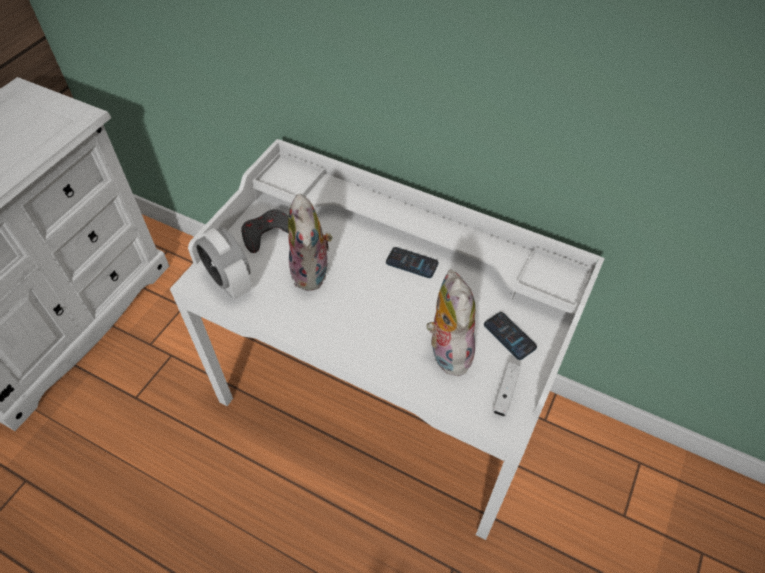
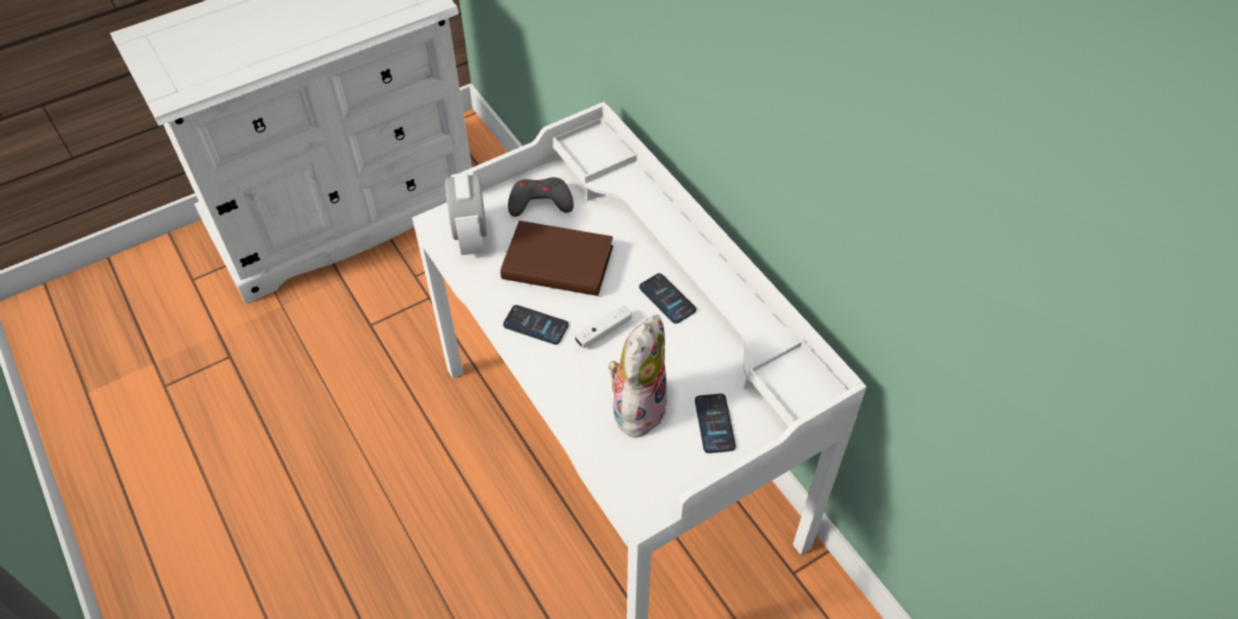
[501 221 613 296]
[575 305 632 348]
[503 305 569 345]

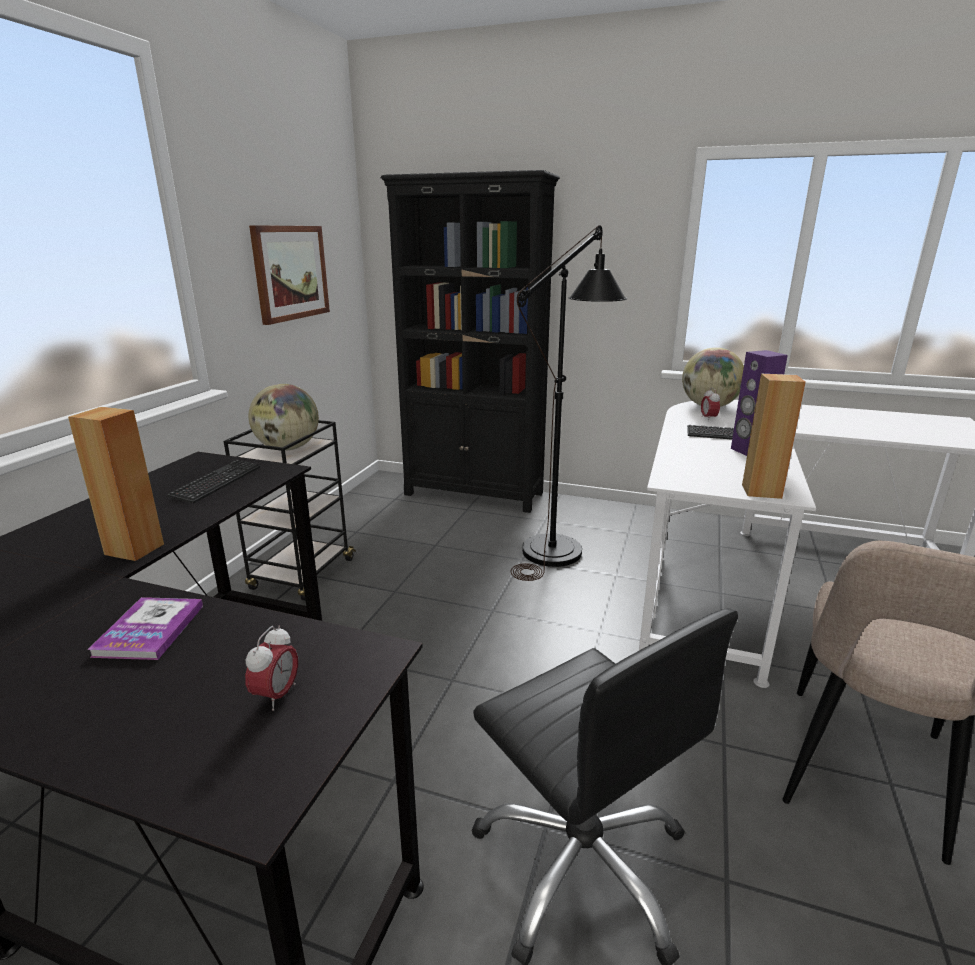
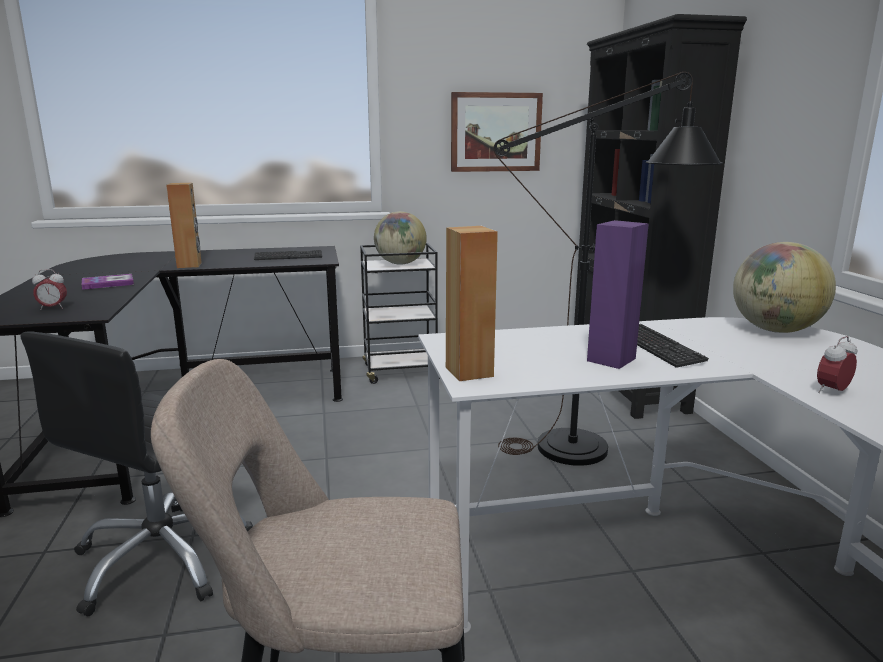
[817 336 858 393]

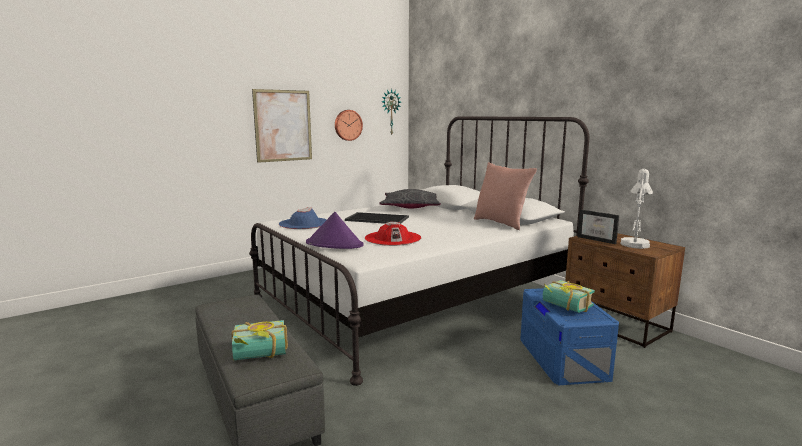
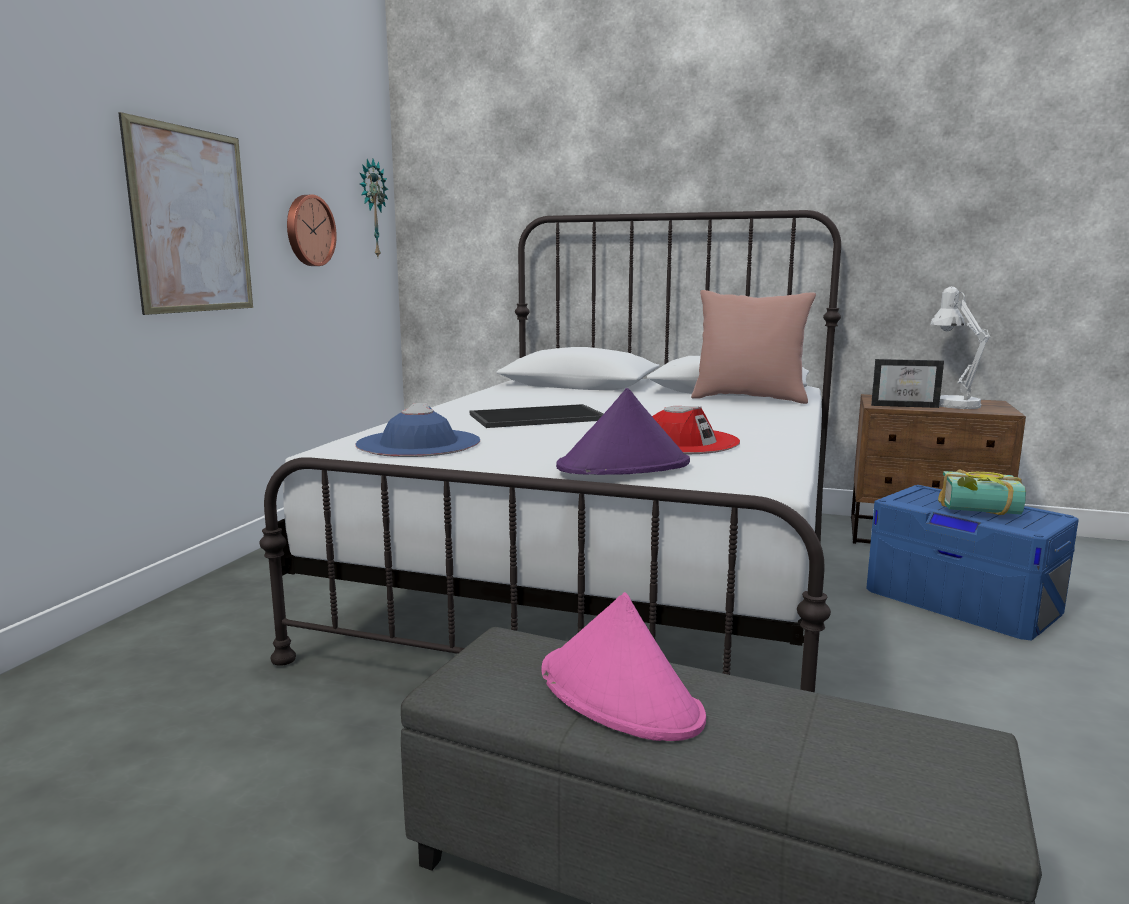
[231 320 288 360] (first image)
[380 189 441 208] (first image)
[542 592 706 741]

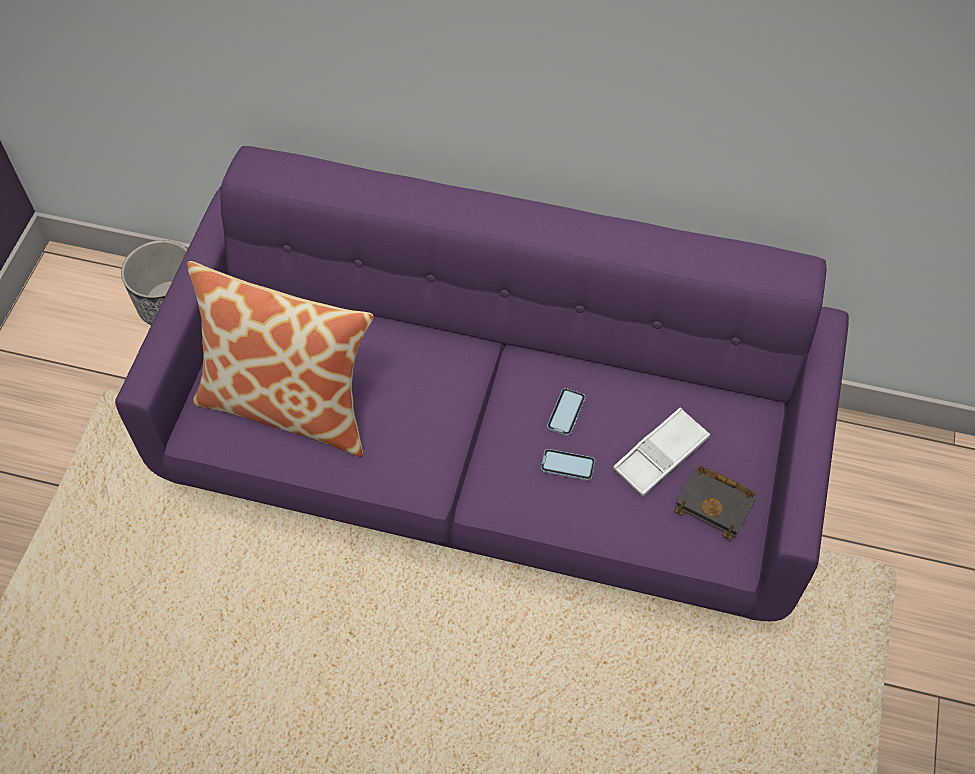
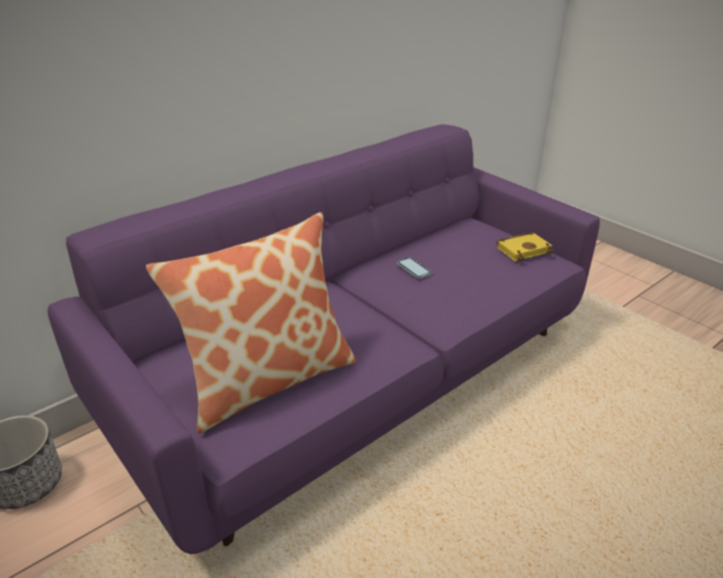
[541 449 595 481] (first image)
[613 407 710 497] (first image)
[496 232 553 262]

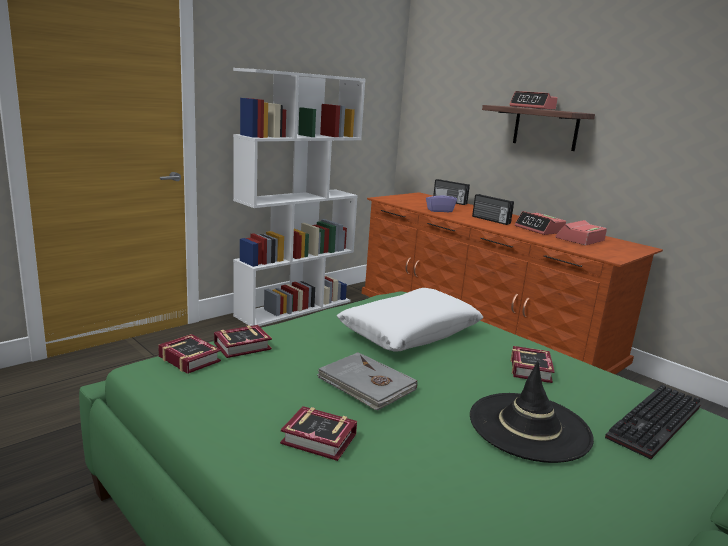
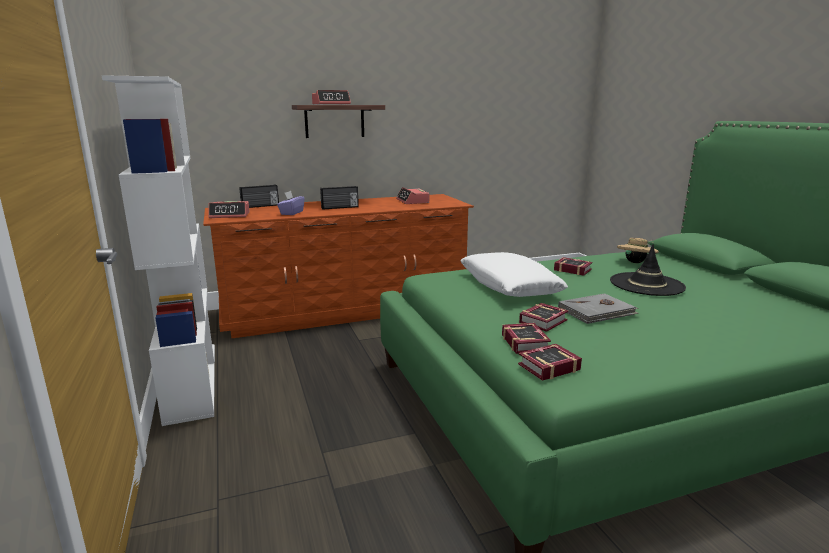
[519 303 568 332]
[208 201 250 218]
[617 238 659 263]

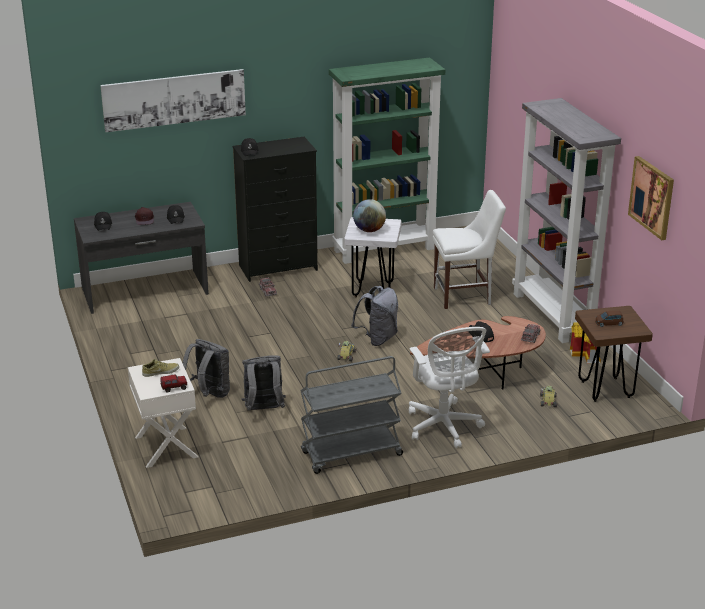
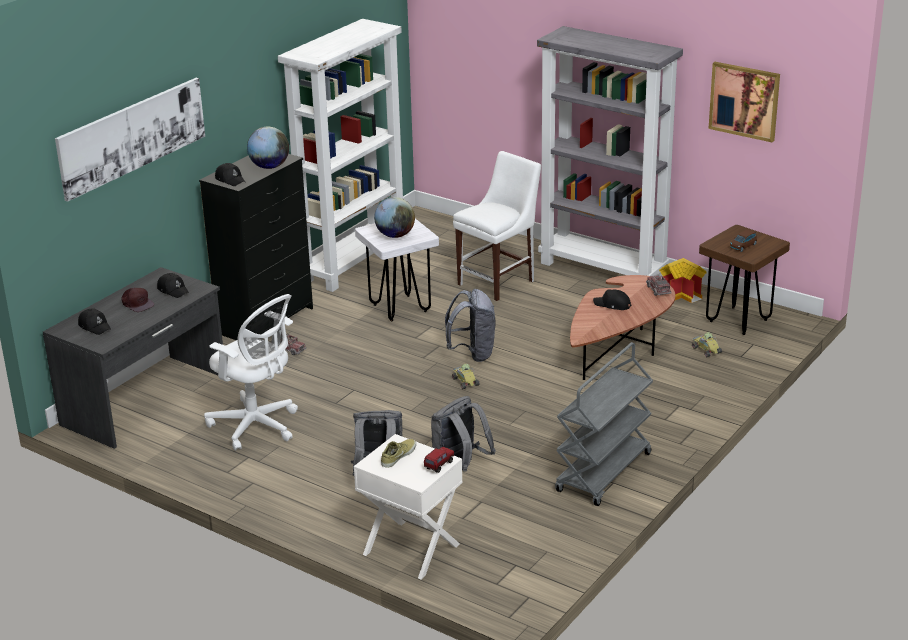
[278 19 403 292]
[204 294 298 451]
[247 127 289 169]

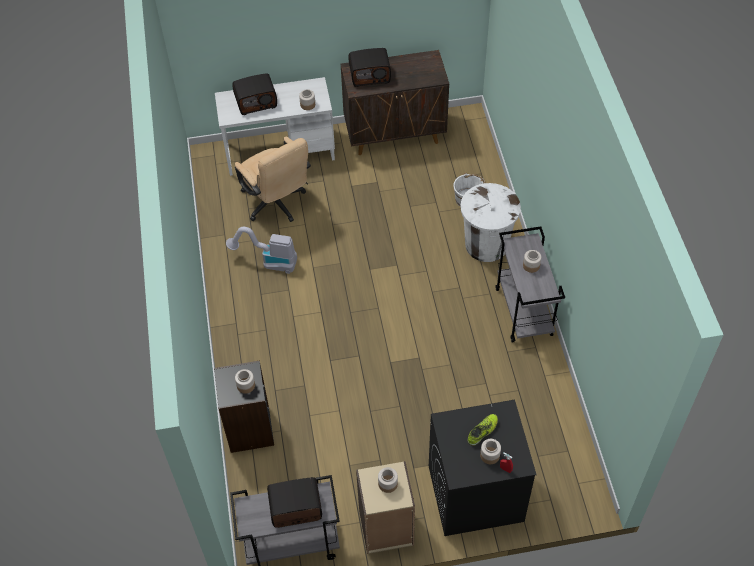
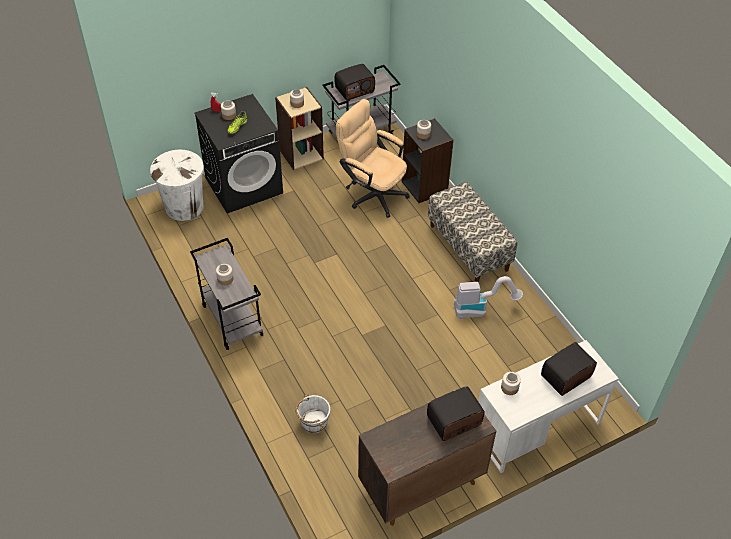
[336 99 410 218]
[150 150 204 221]
[428 182 517 282]

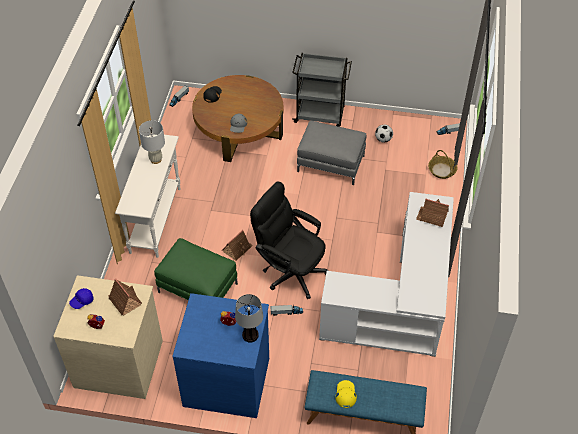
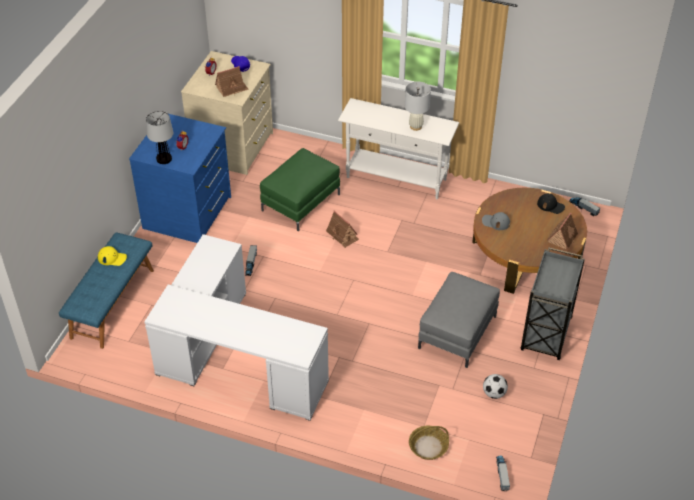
[250 182 329 299] (first image)
[547 213 578 249]

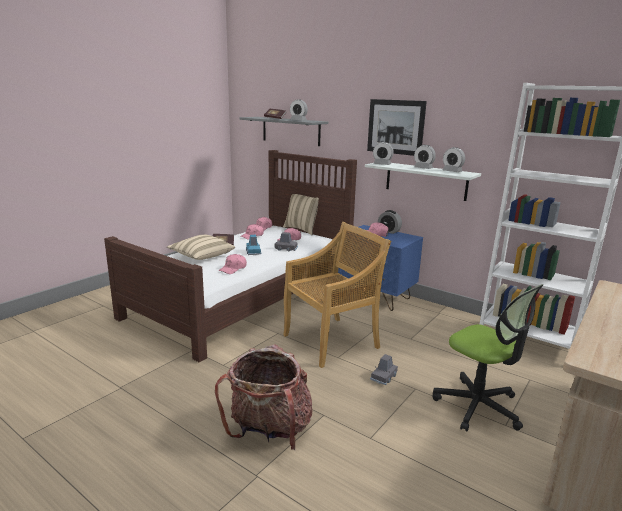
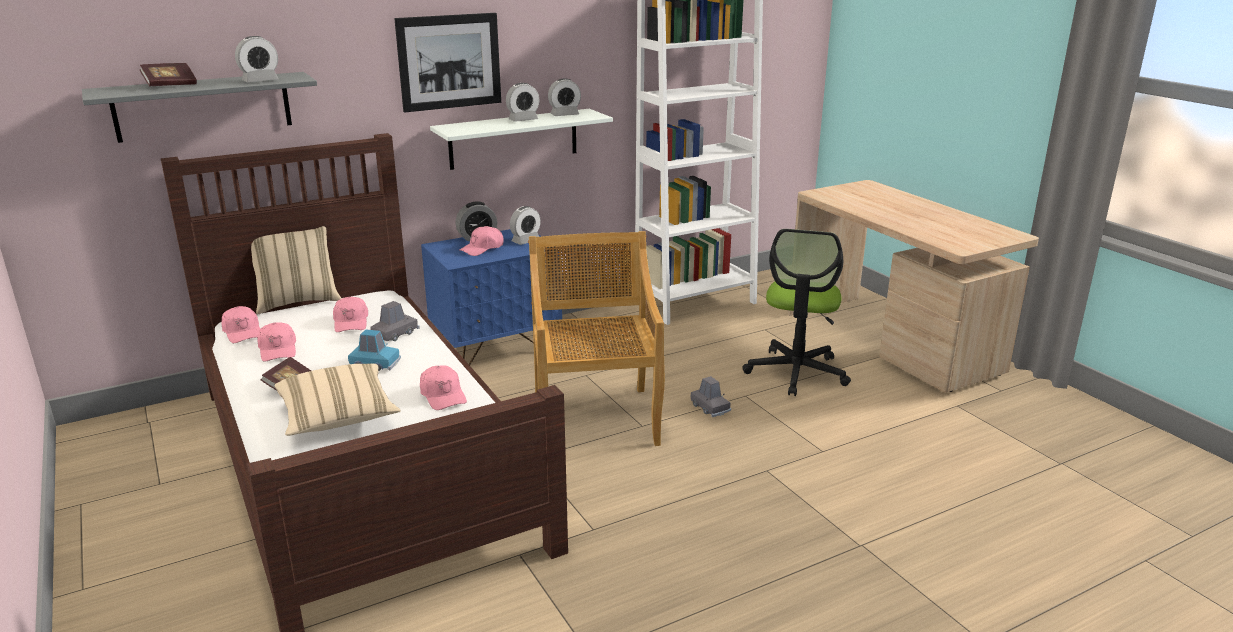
[215 345 312 450] (first image)
[510 206 541 245]
[742 229 851 396]

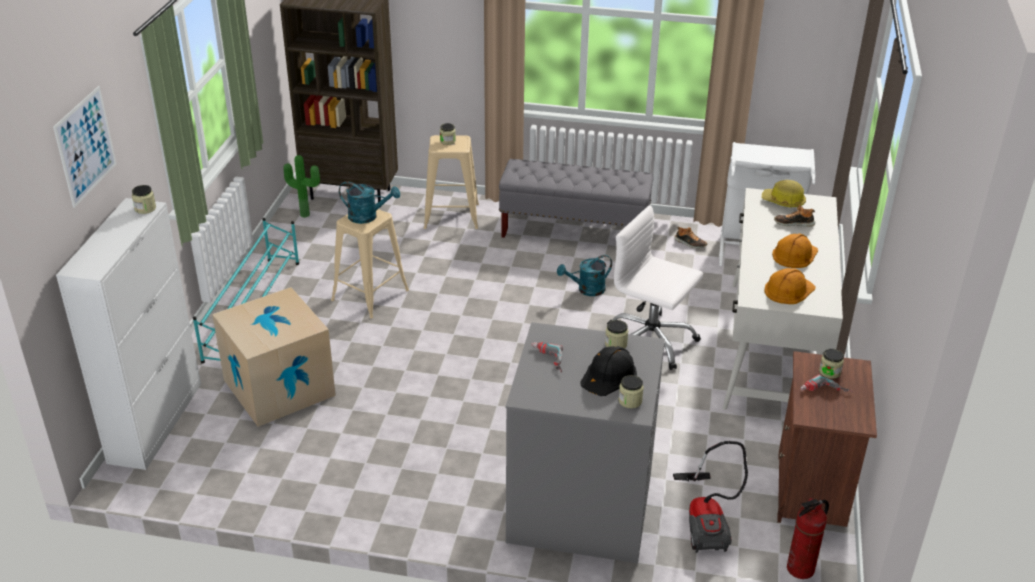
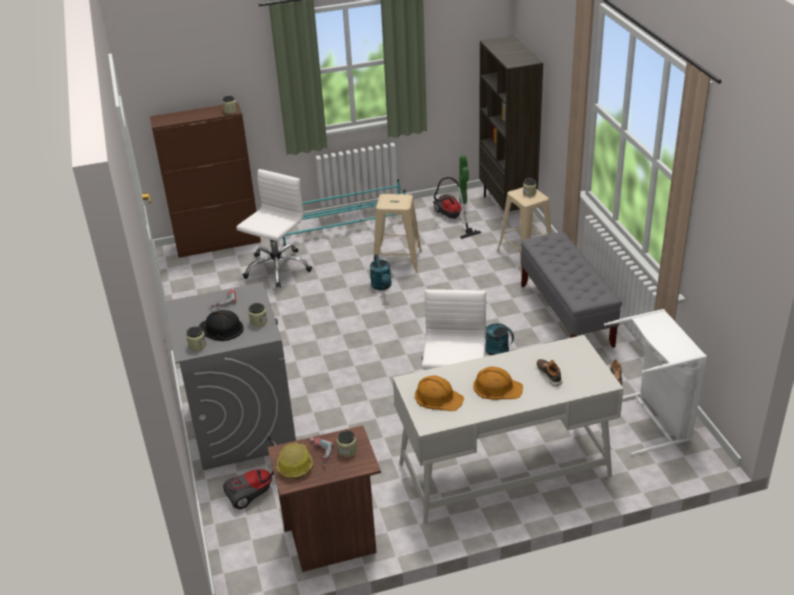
[53 86 116 208] (first image)
[150 102 261 258]
[236 169 312 288]
[370 254 392 290]
[277 443 313 479]
[787 498 829 579] (first image)
[433 177 482 239]

